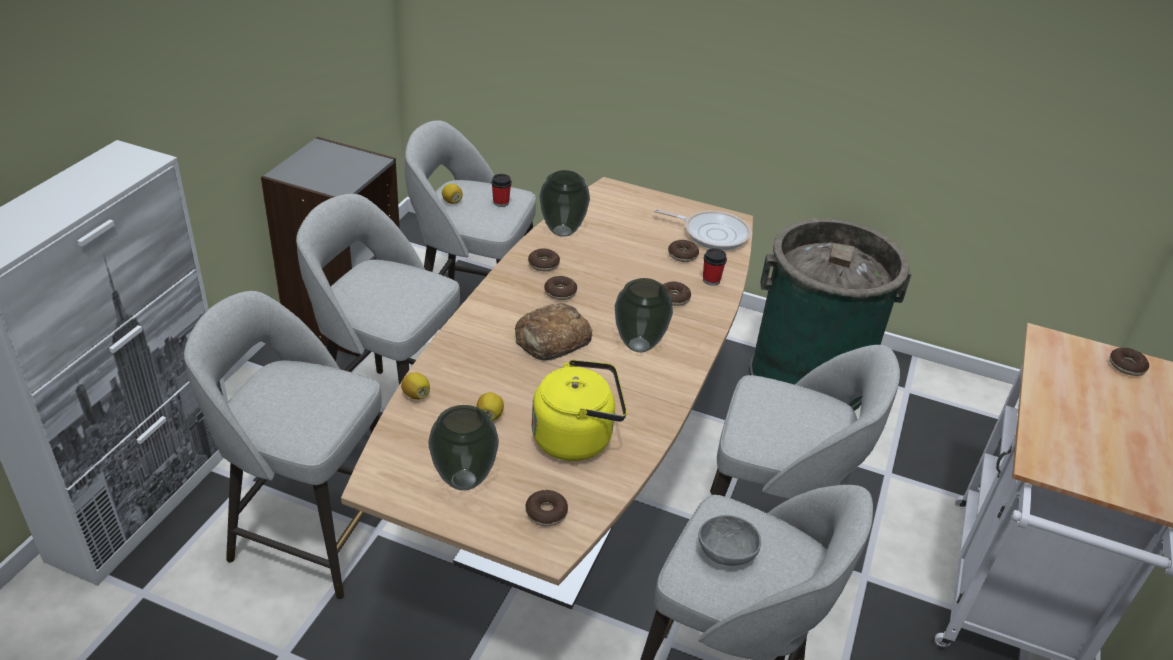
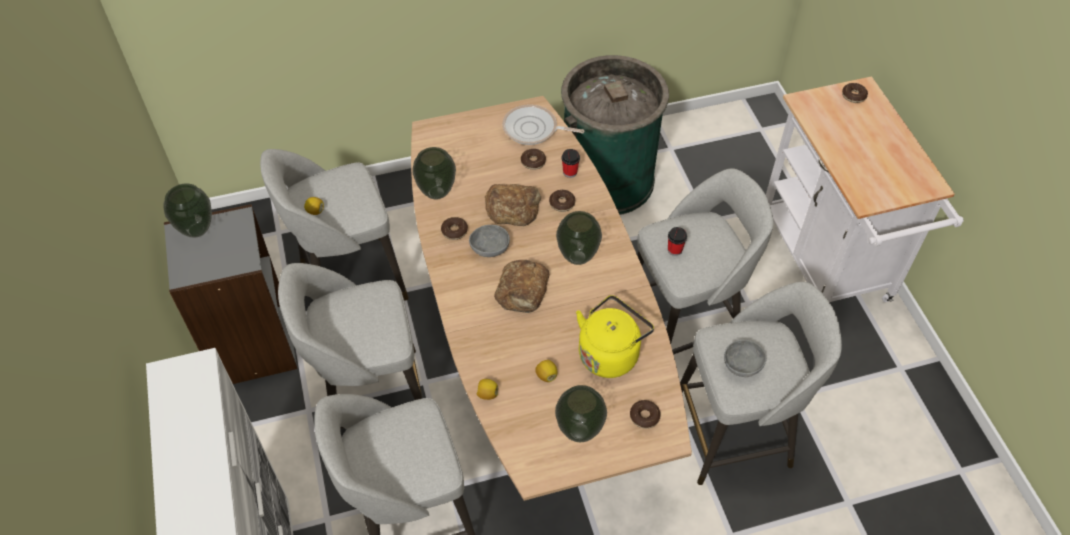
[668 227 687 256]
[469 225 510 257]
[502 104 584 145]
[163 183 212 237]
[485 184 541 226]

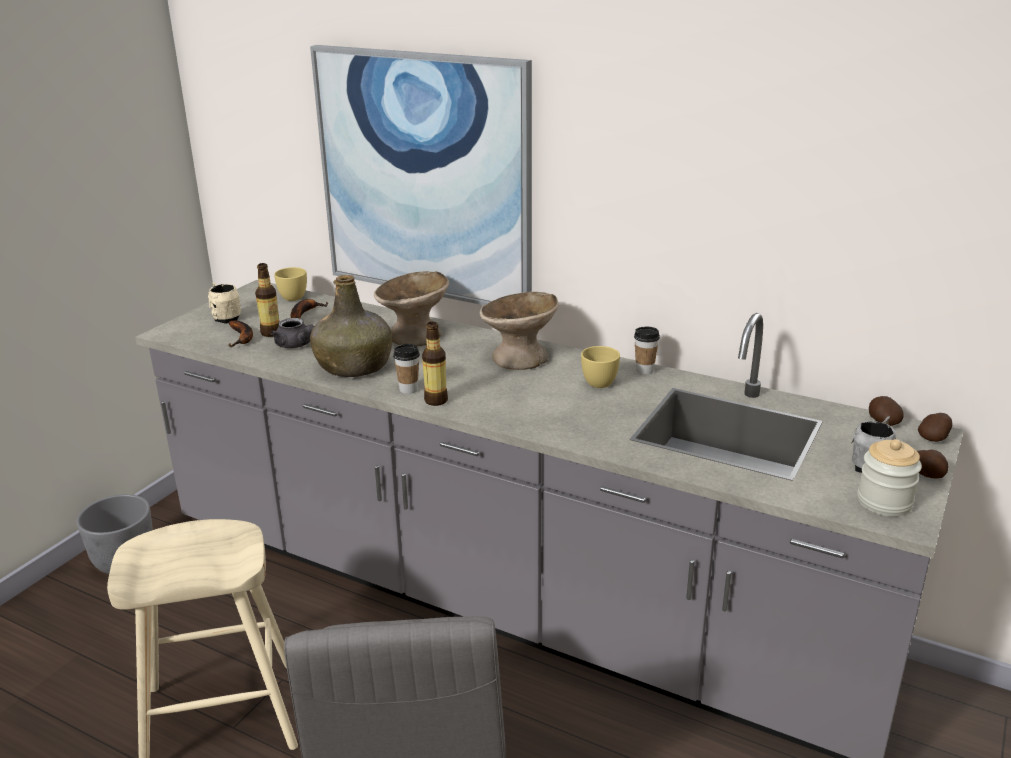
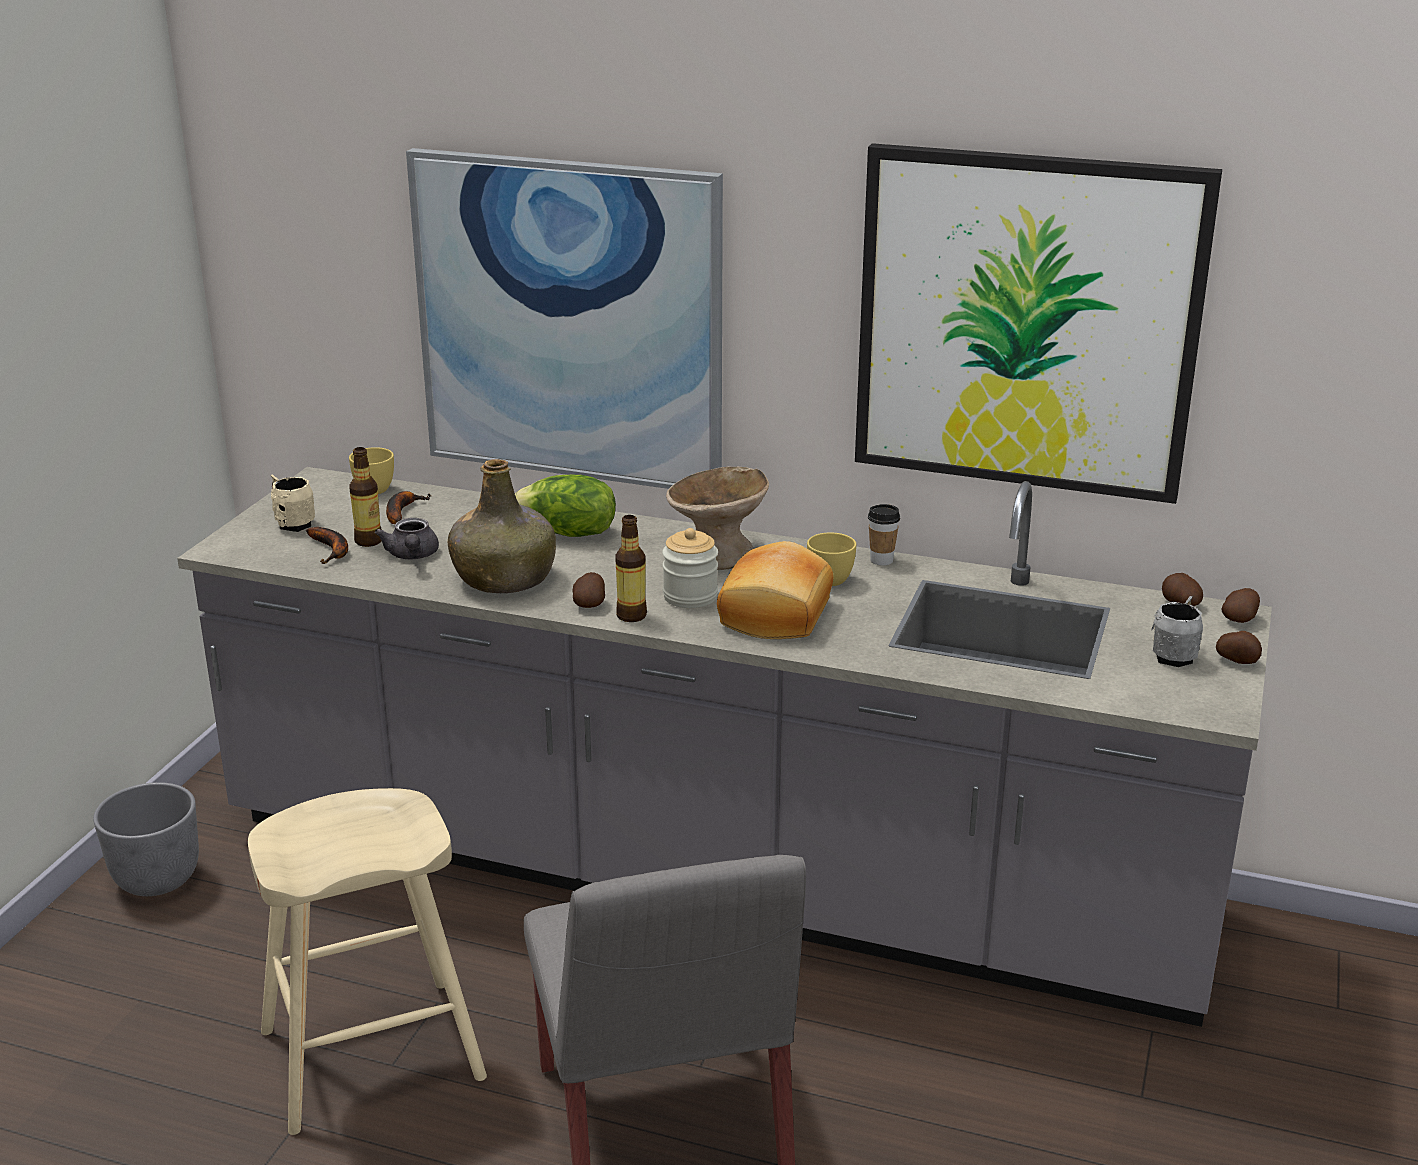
[374 518 439 559]
[515 475 616 537]
[572 572 605 608]
[662 528 718 608]
[717 541 833 639]
[855 143 1222 504]

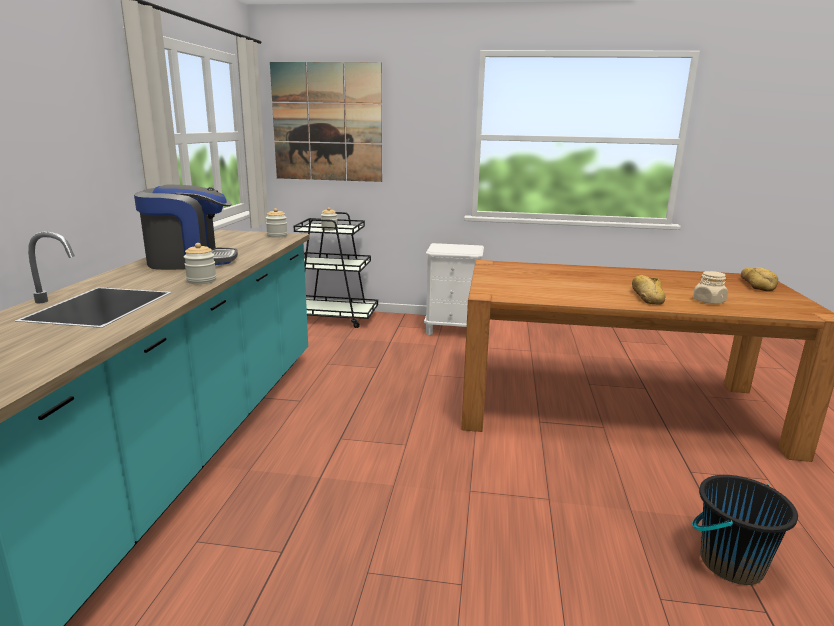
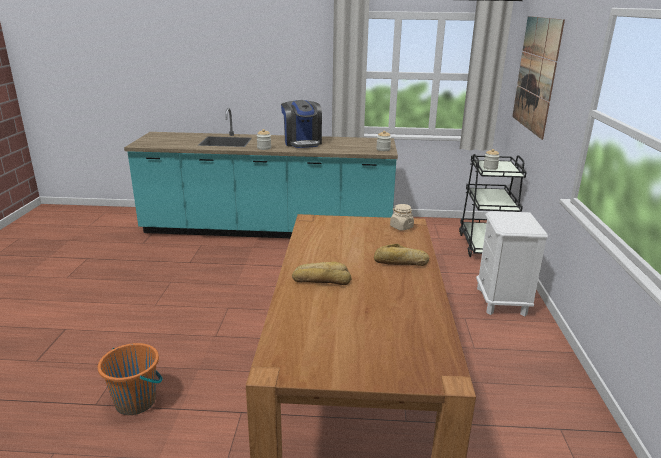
[98 343 162 415]
[390 204 414 231]
[374 244 429 266]

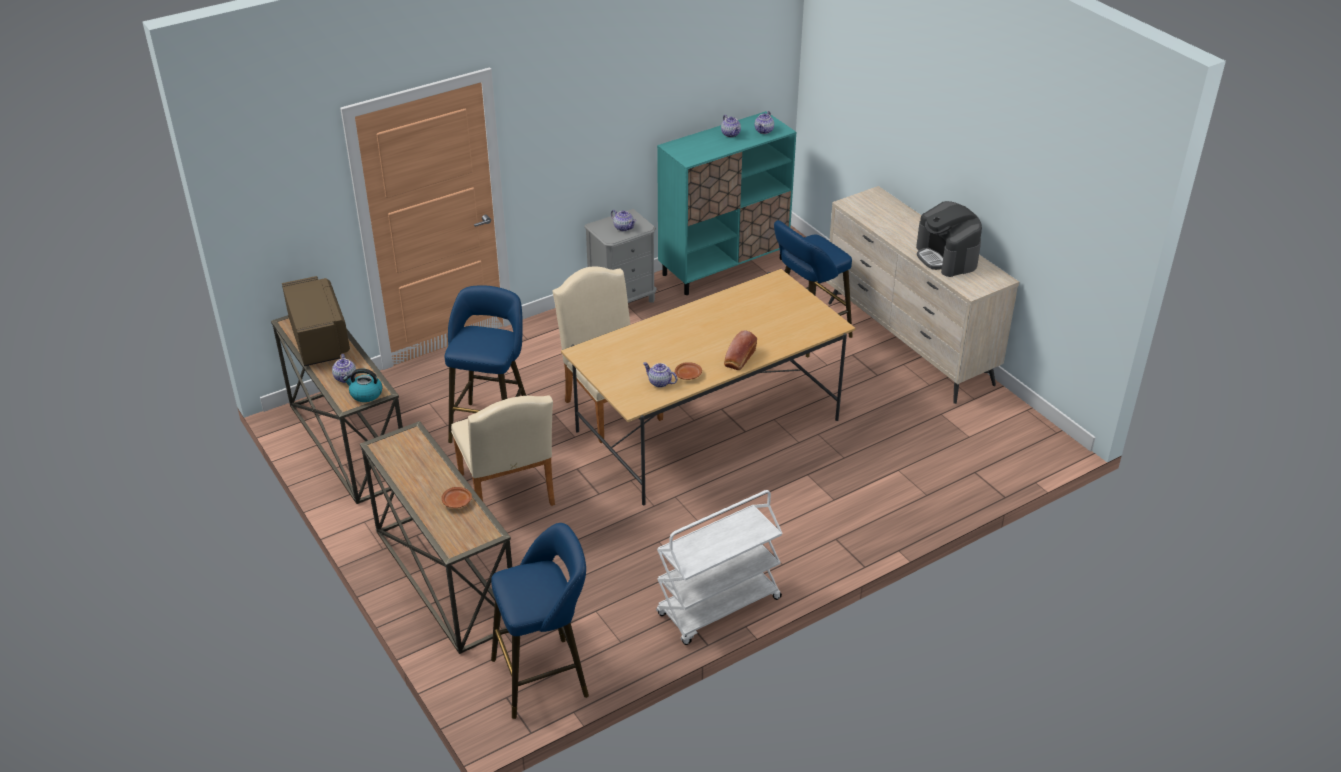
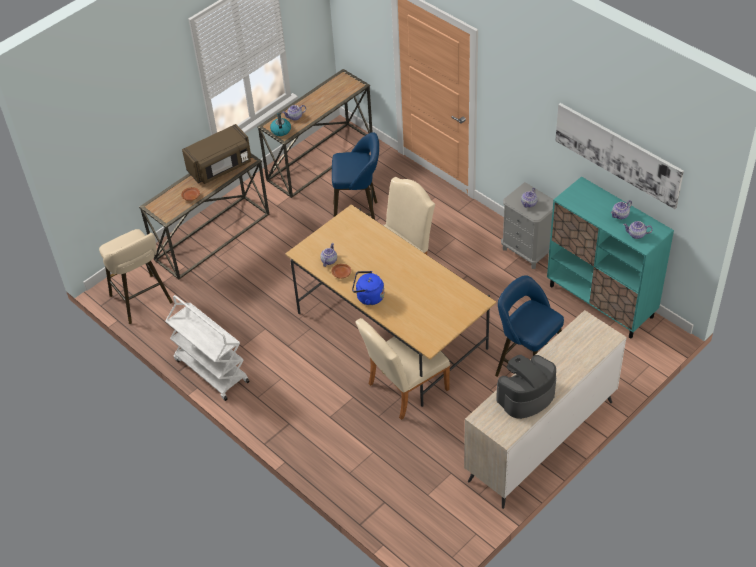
[182 124 251 184]
[355 318 450 420]
[99 229 173 324]
[352 271 384 305]
[555 103 684 209]

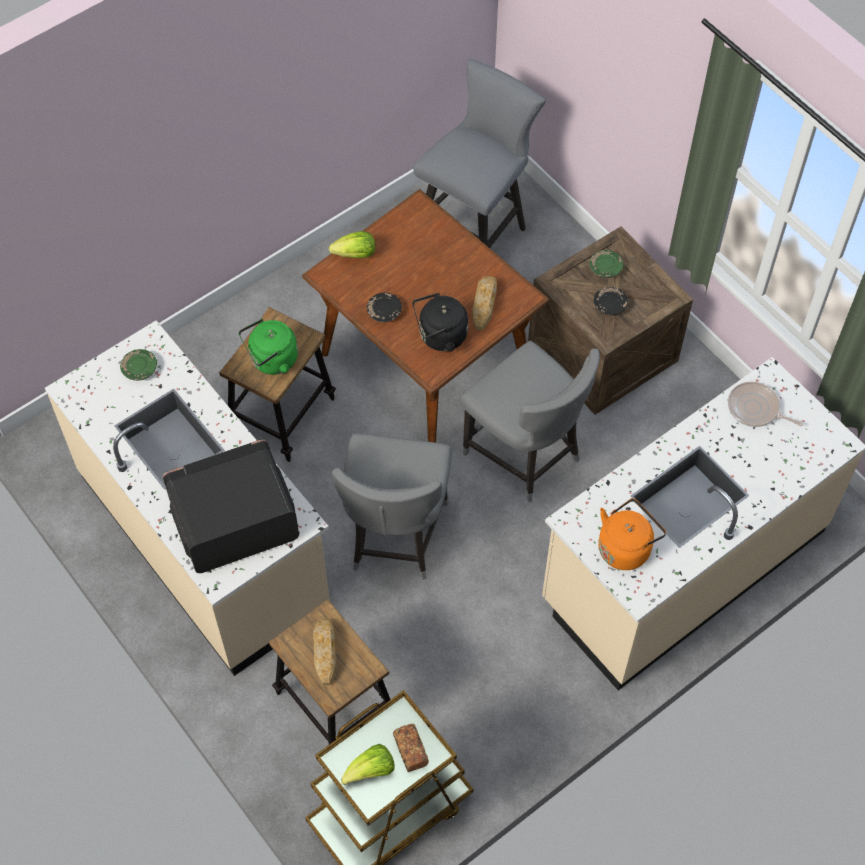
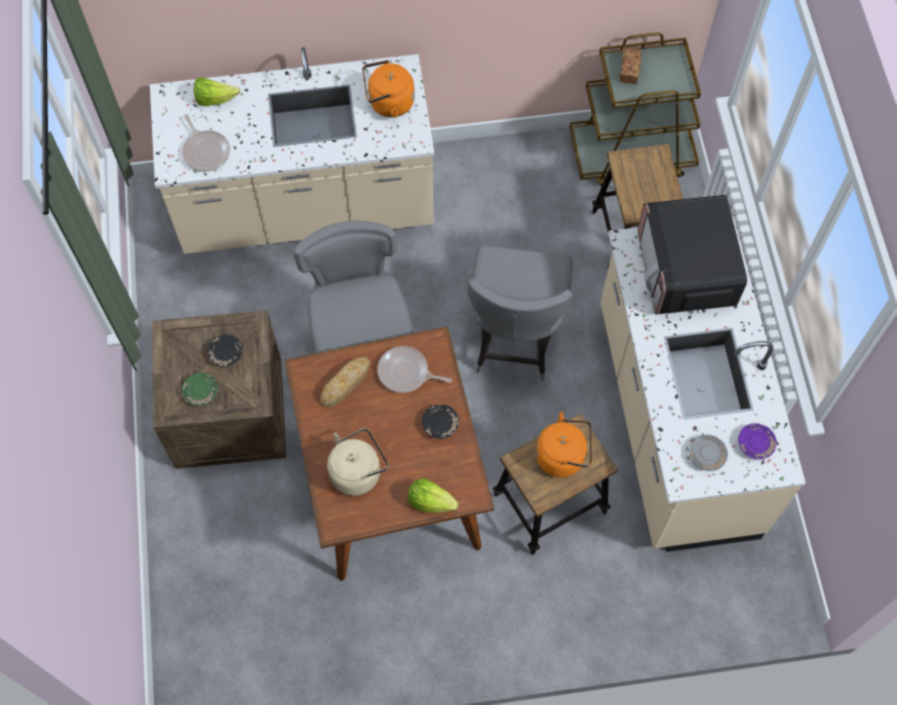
[689 435 728 471]
[638 195 747 314]
[536 412 592 477]
[313 618 336 685] (first image)
[467 245 573 381]
[194 77 241 106]
[413 59 546 248] (first image)
[378 346 452 393]
[327 428 389 496]
[738 423 777 459]

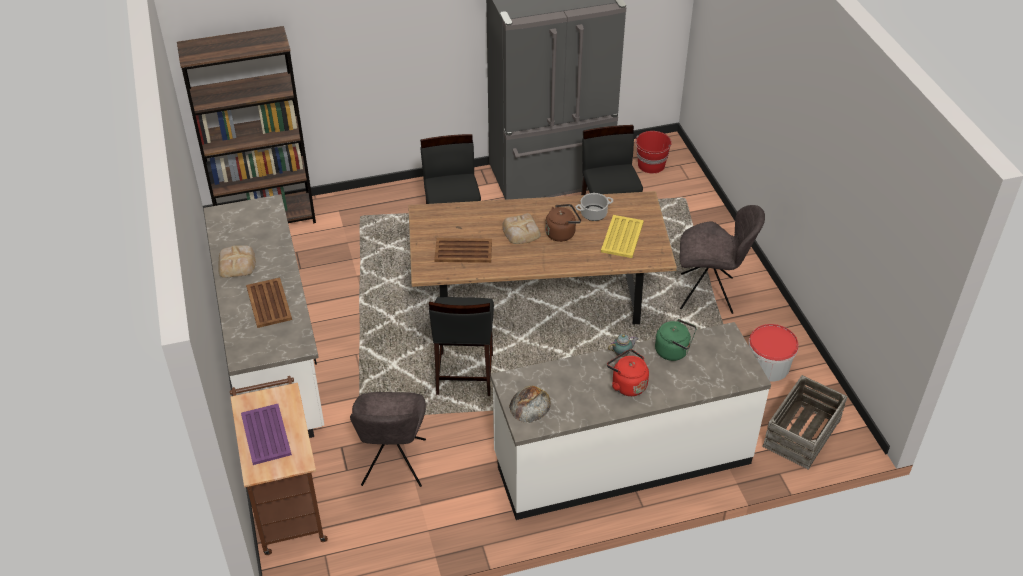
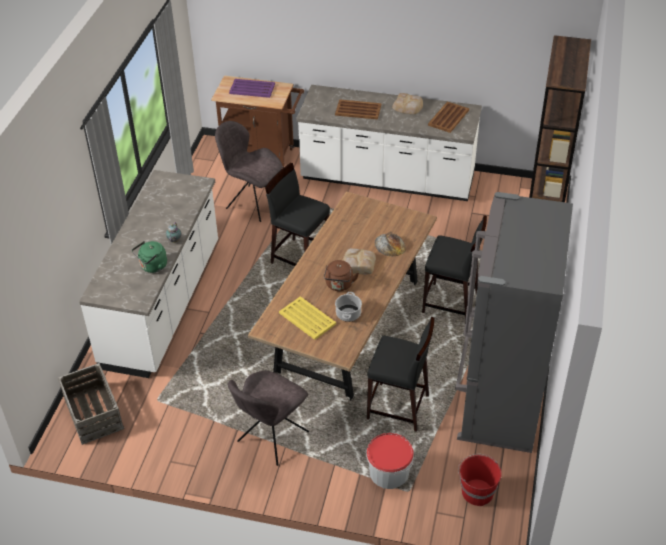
[428 102 469 133]
[375 233 406 257]
[607 349 649 396] (first image)
[366 433 414 489]

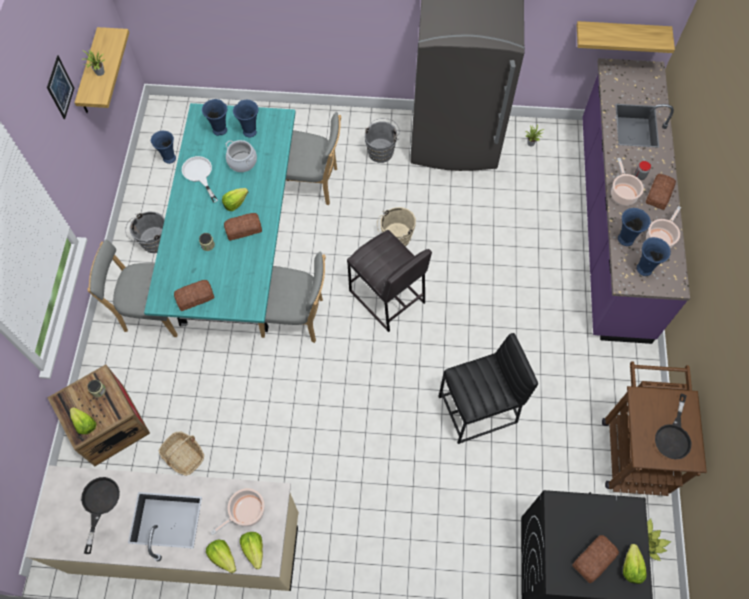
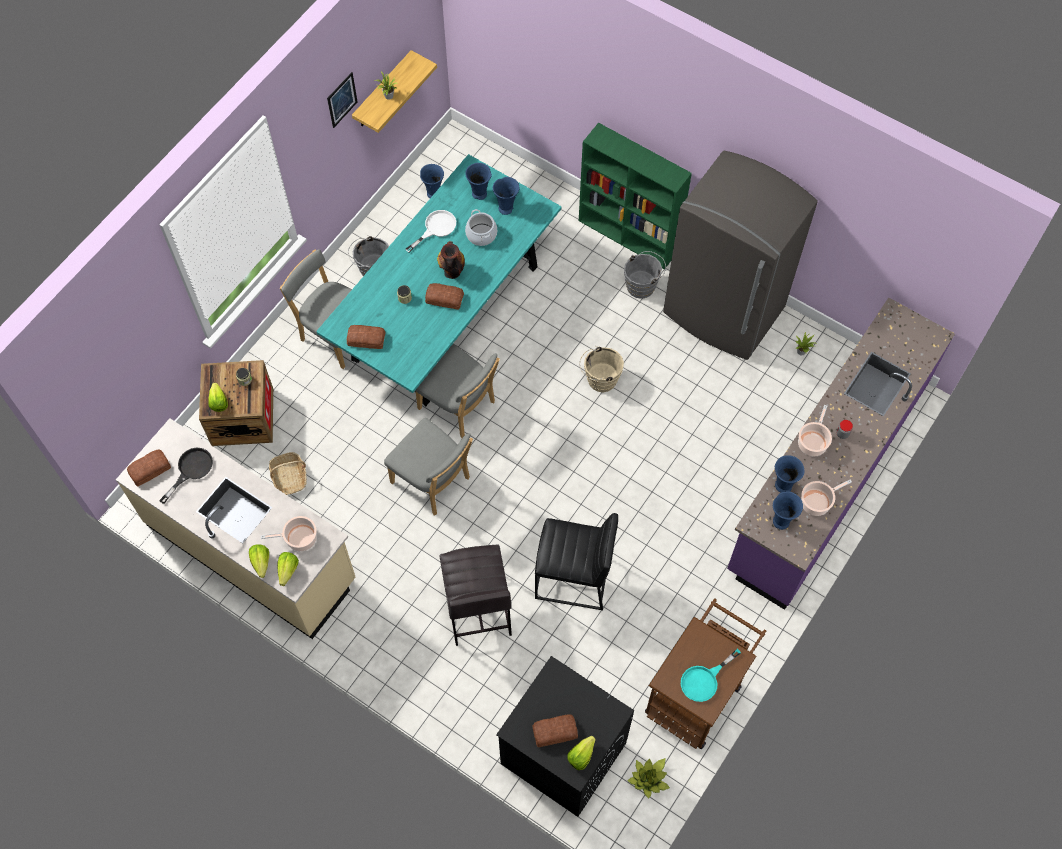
[405 210 456 252]
[437 241 465 279]
[384 418 473 516]
[440 544 512 646]
[577 21 675 53] (first image)
[127 449 171 486]
[681 649 741 702]
[579 123 692 269]

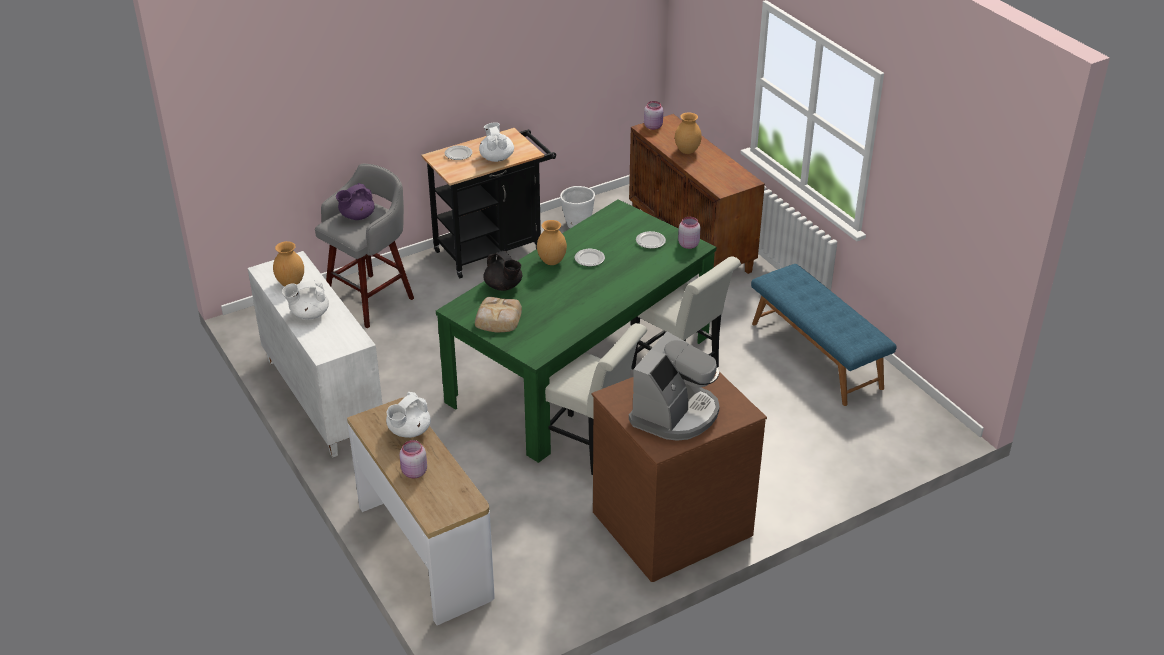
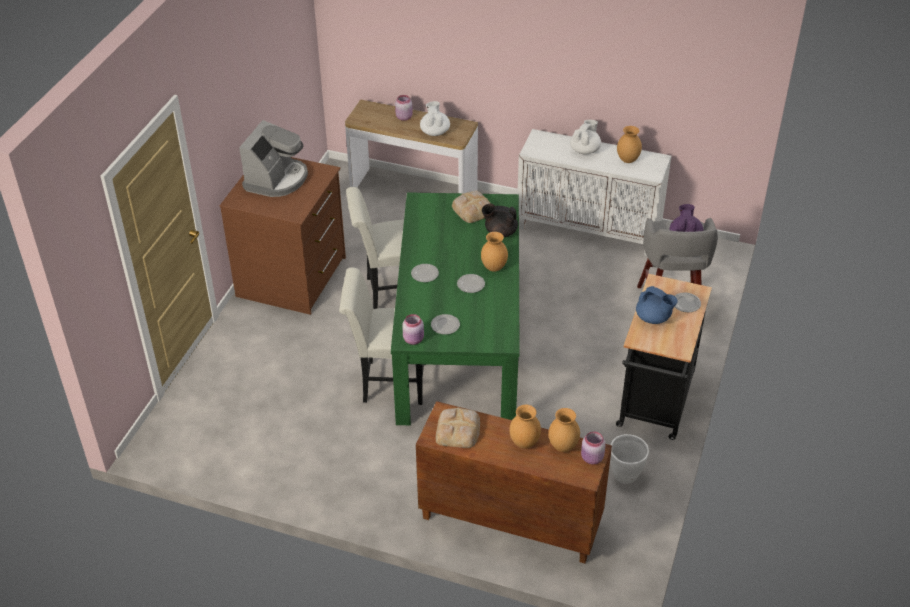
[636 286 678 324]
[239 120 308 197]
[751 264 897 406] (first image)
[411 264 439 282]
[436 408 480 448]
[548 408 580 452]

